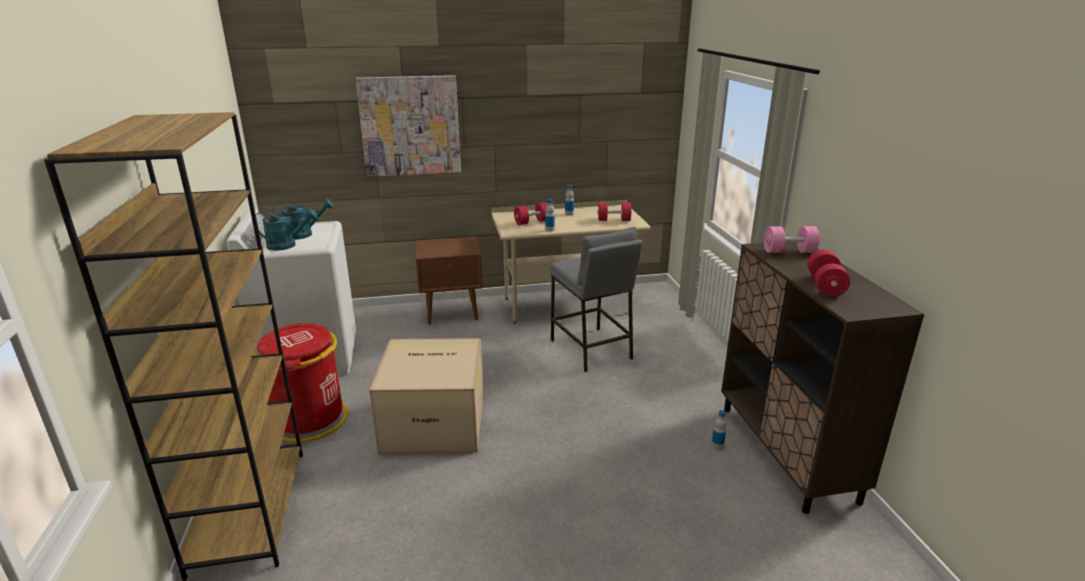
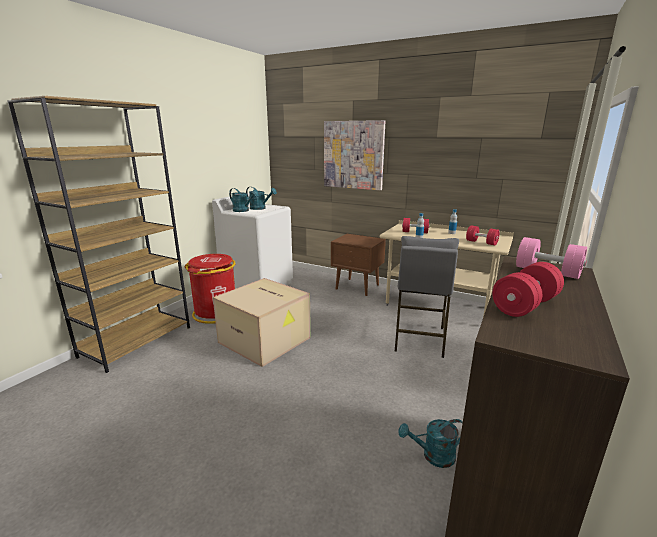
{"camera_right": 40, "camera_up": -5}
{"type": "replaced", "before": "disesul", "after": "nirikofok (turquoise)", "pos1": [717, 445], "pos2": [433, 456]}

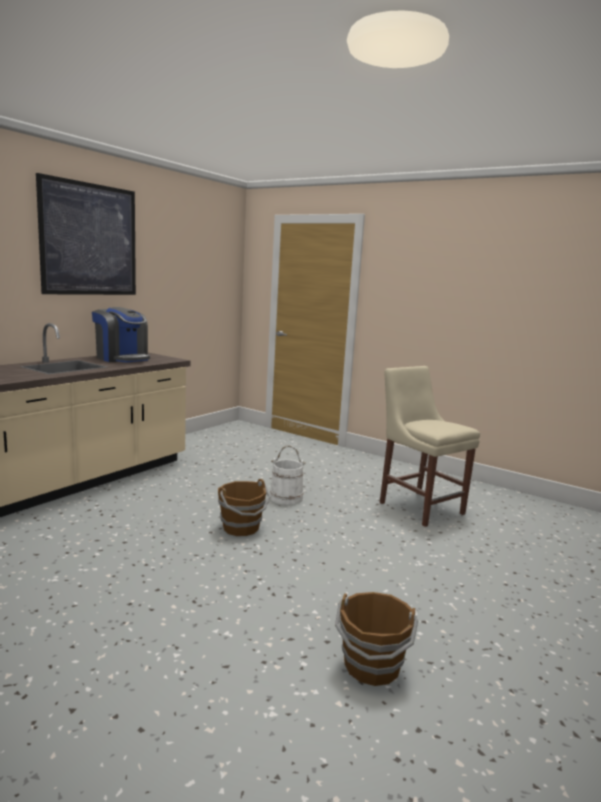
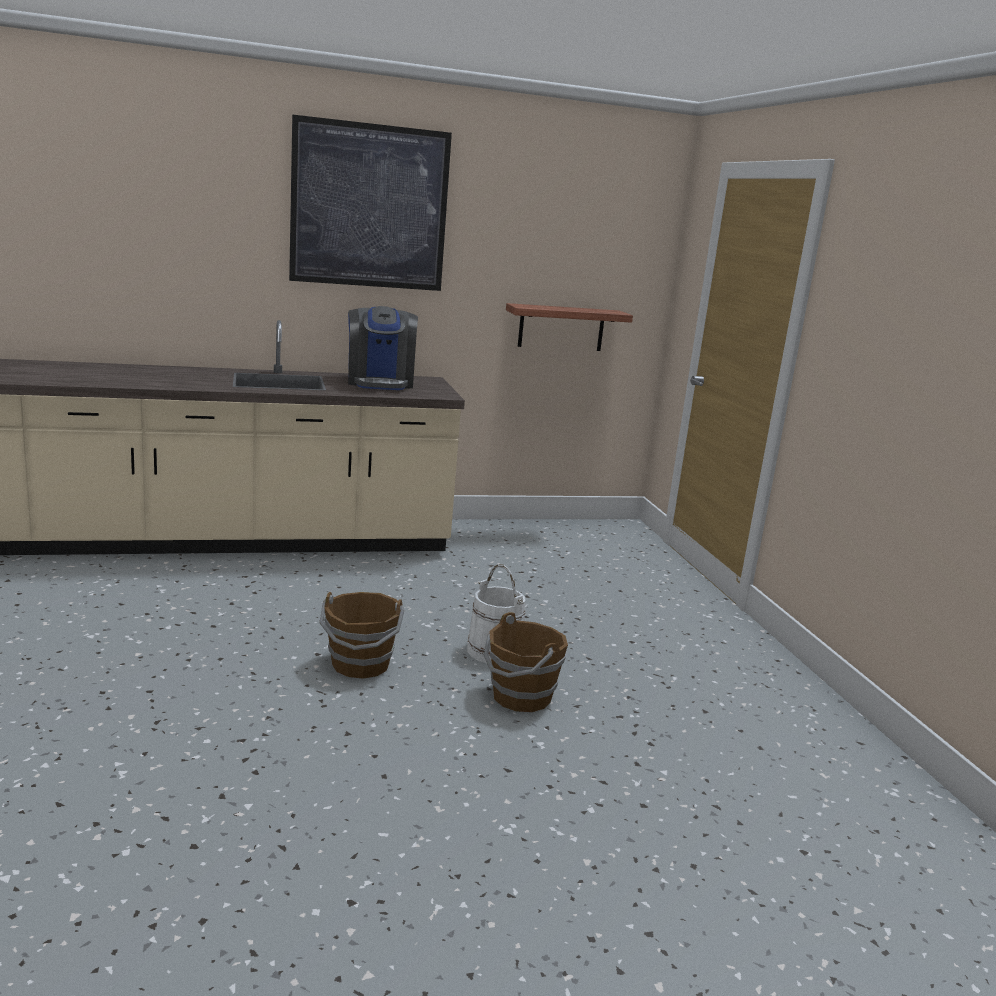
{"camera_right": 40, "camera_up": 5}
{"type": "removed", "before": "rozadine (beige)", "pos1": [418, 506]}
{"type": "moved", "before": "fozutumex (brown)", "pos1": [372, 667], "pos2": [520, 697]}
{"type": "added", "after": "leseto", "pos2": [561, 327]}

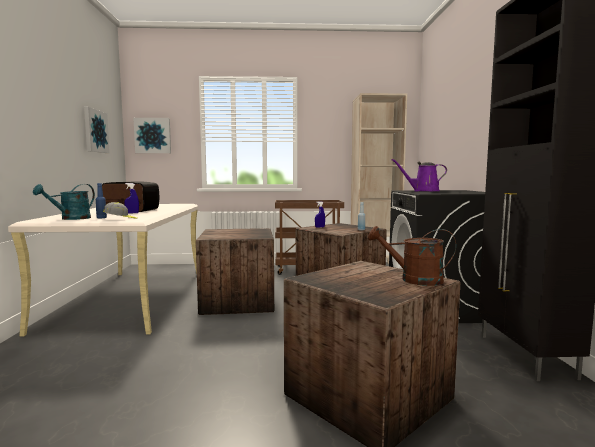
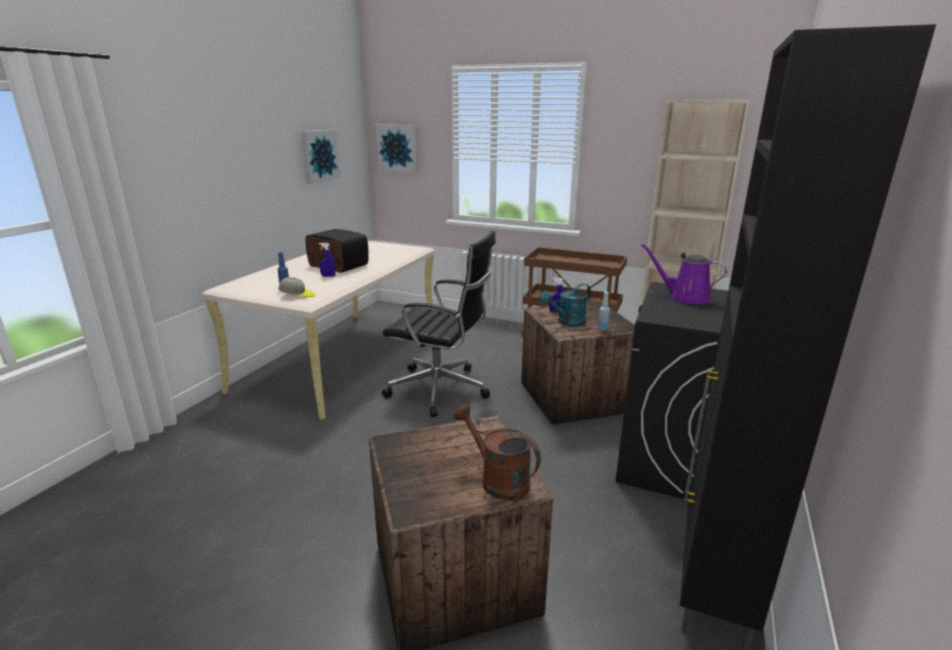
{"camera_right": 25, "camera_up": 15}
{"type": "moved", "before": "nirikofok (turquoise)", "pos1": [71, 219], "pos2": [567, 322]}
{"type": "replaced", "before": "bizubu", "after": "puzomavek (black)", "pos1": [239, 302], "pos2": [441, 390]}

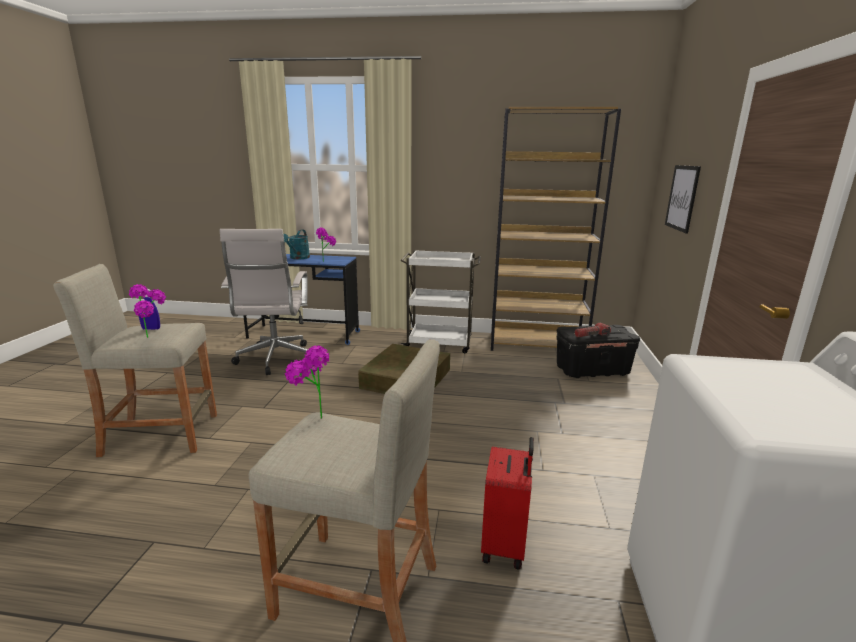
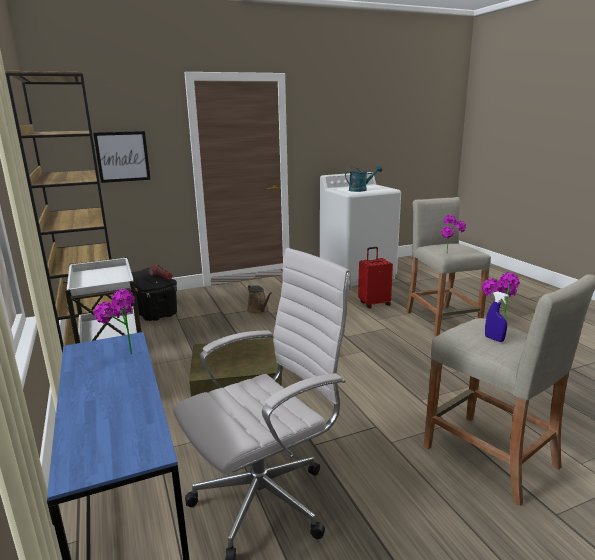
{"camera_right": -120, "camera_up": 0}
{"type": "moved", "before": "nirikofok (turquoise)", "pos1": [298, 258], "pos2": [361, 190]}
{"type": "added", "after": "nirikofok (brown)", "pos2": [259, 310]}

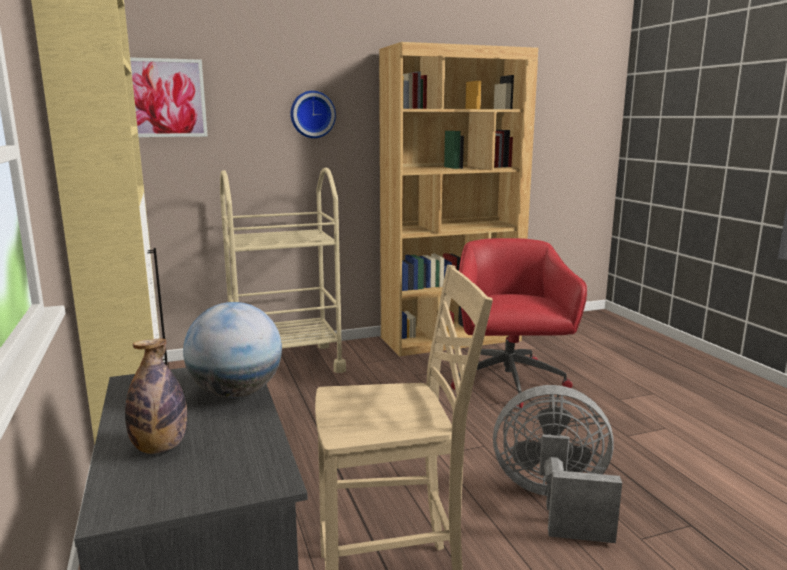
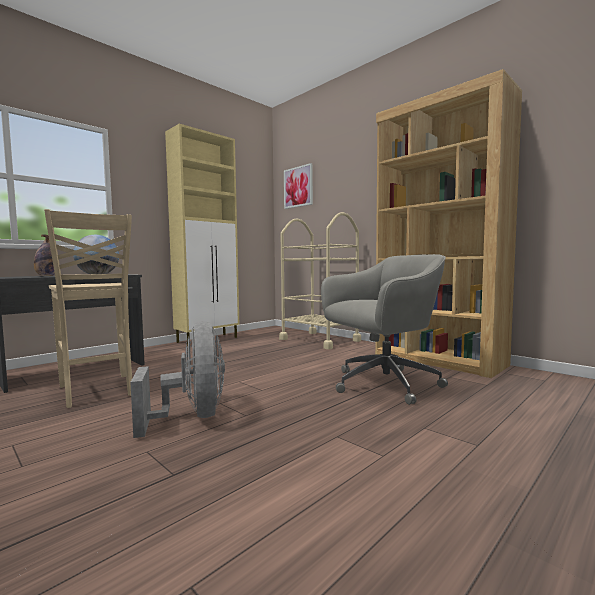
{"camera_right": 65, "camera_up": -10}
{"type": "removed", "before": "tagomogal", "pos1": [312, 114]}
{"type": "recoloured", "before": "puzomavek (red)", "after": "puzomavek (grey)", "pos1": [508, 383], "pos2": [382, 384]}

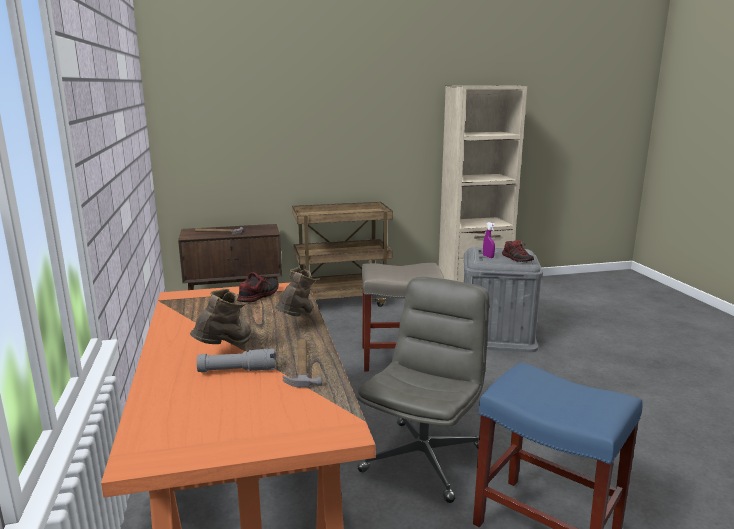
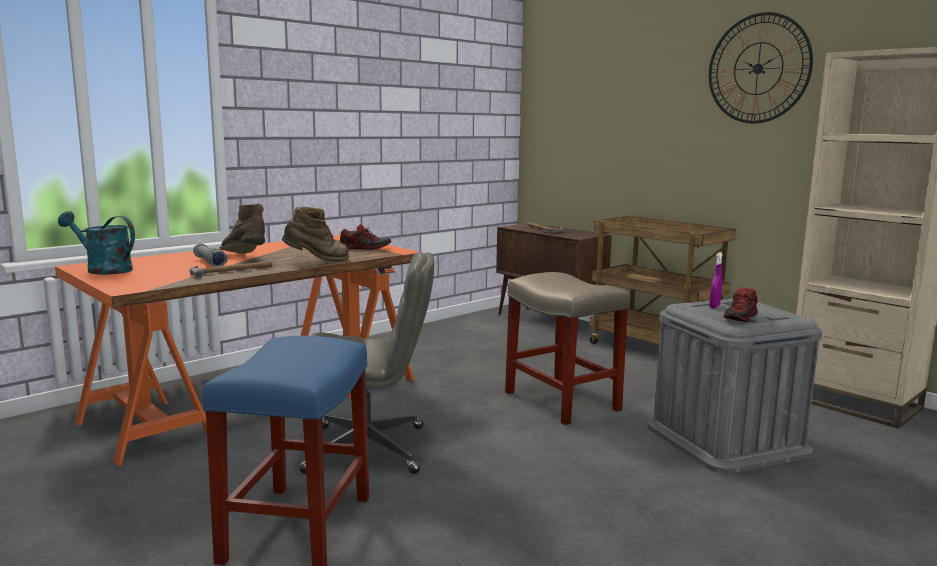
{"camera_right": 60, "camera_up": -5}
{"type": "turned", "before": "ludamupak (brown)", "pos1": [226, 349], "pos2": [245, 256], "turn": -135}
{"type": "added", "after": "tagomogal", "pos2": [758, 68]}
{"type": "added", "after": "nirikofok (turquoise)", "pos2": [103, 269]}

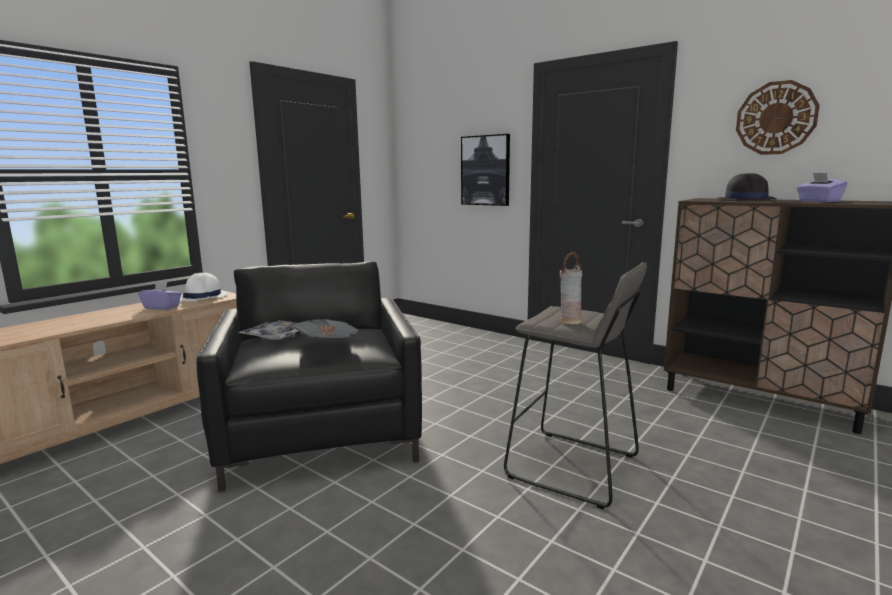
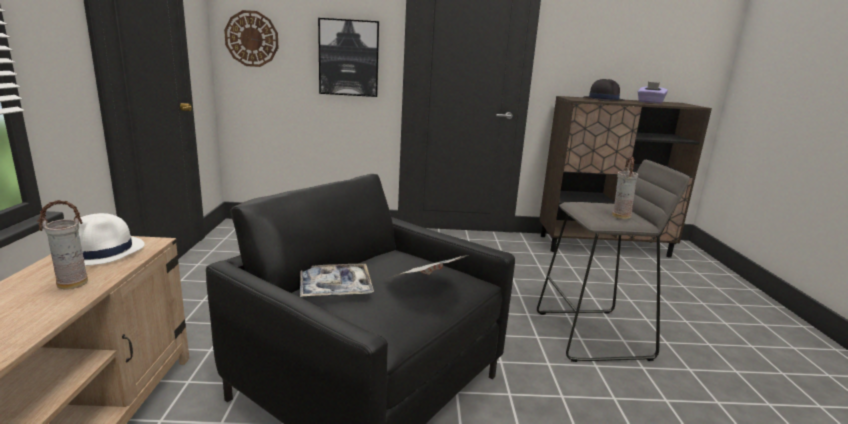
{"camera_right": -40, "camera_up": 5}
{"type": "moved", "before": "tagomogal", "pos1": [776, 118], "pos2": [252, 39]}
{"type": "replaced", "before": "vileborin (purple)", "after": "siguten", "pos1": [162, 307], "pos2": [72, 284]}

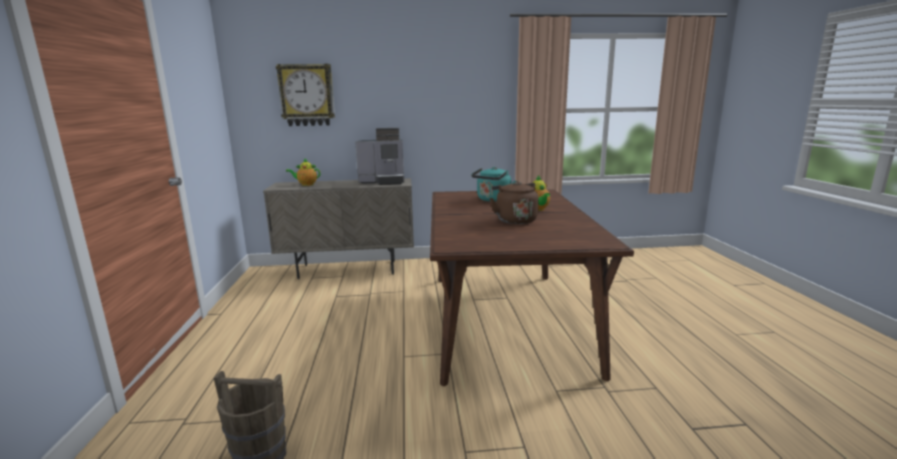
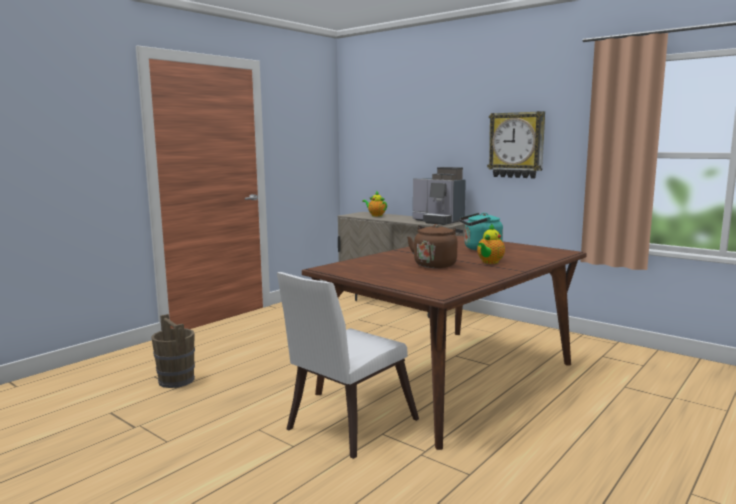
{"camera_right": 45, "camera_up": -5}
{"type": "moved", "before": "tagomogal", "pos1": [307, 95], "pos2": [516, 145]}
{"type": "added", "after": "rozadine (white)", "pos2": [346, 427]}

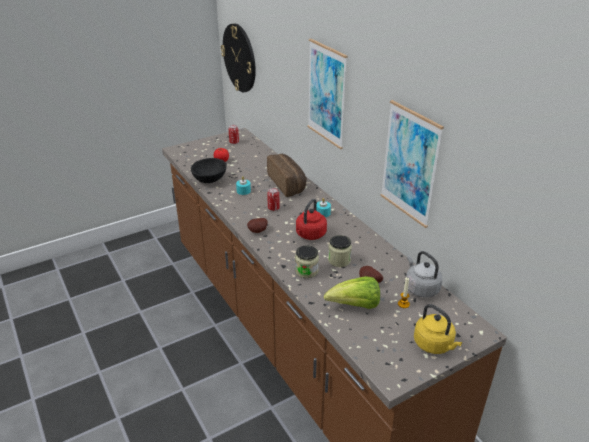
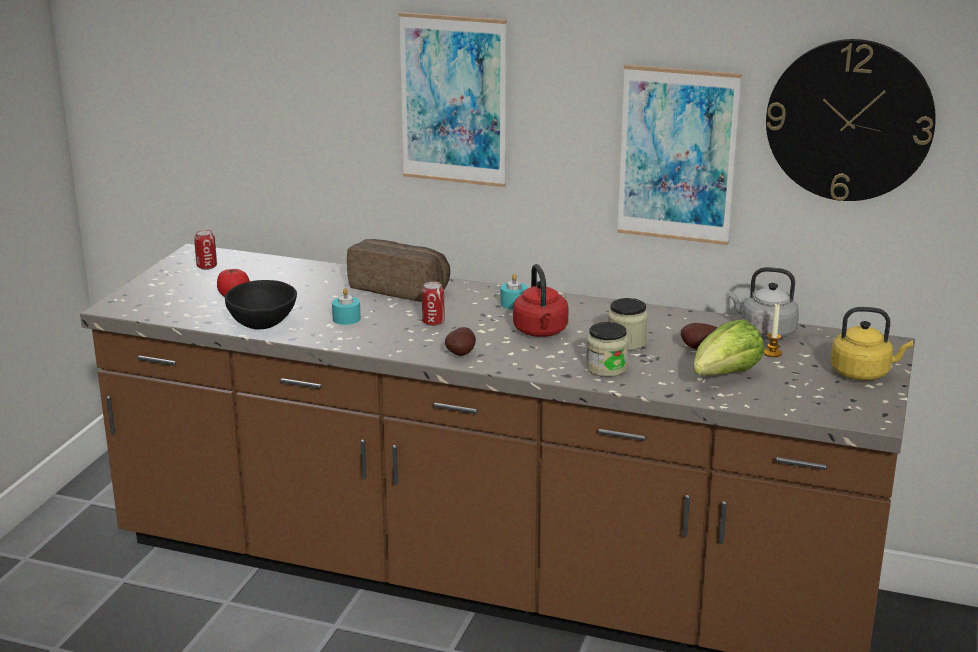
{"camera_right": -40, "camera_up": -10}
{"type": "moved", "before": "tagomogal", "pos1": [239, 58], "pos2": [849, 120]}

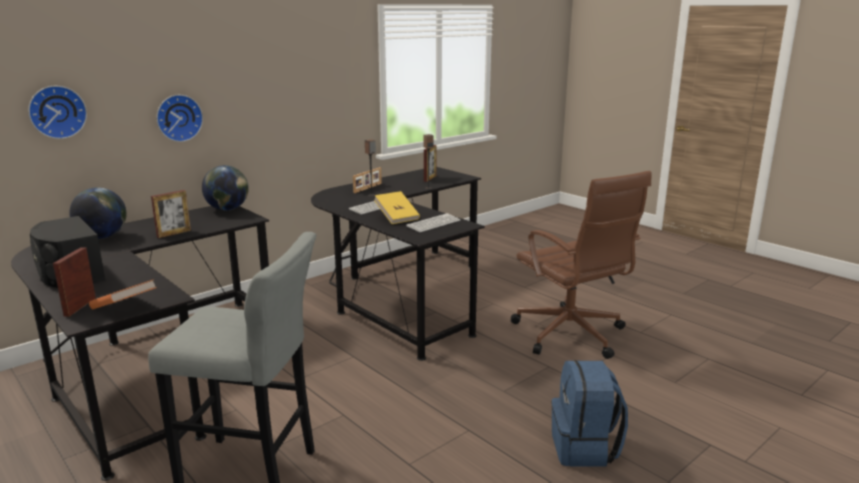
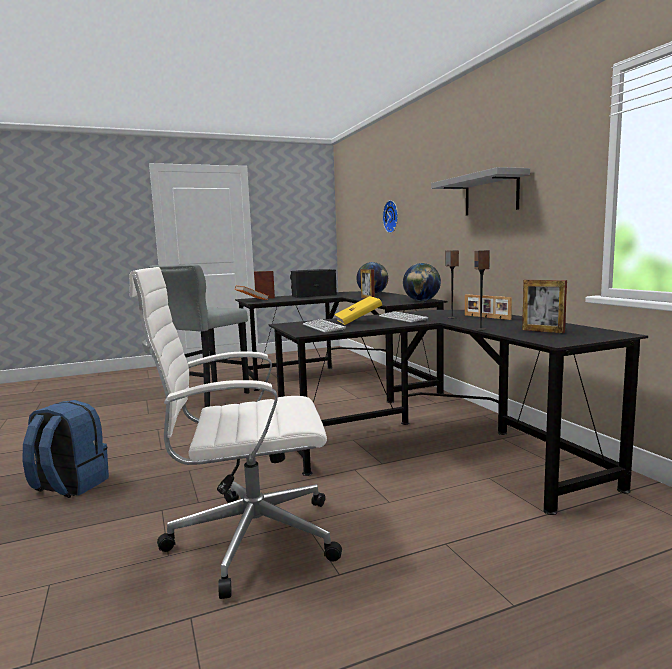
{"camera_right": 110, "camera_up": -10}
{"type": "removed", "before": "tagomogal", "pos1": [178, 117]}
{"type": "recoloured", "before": "puzomavek (brown)", "after": "puzomavek (white)", "pos1": [571, 335], "pos2": [248, 538]}
{"type": "added", "after": "leseto (grey)", "pos2": [491, 194]}

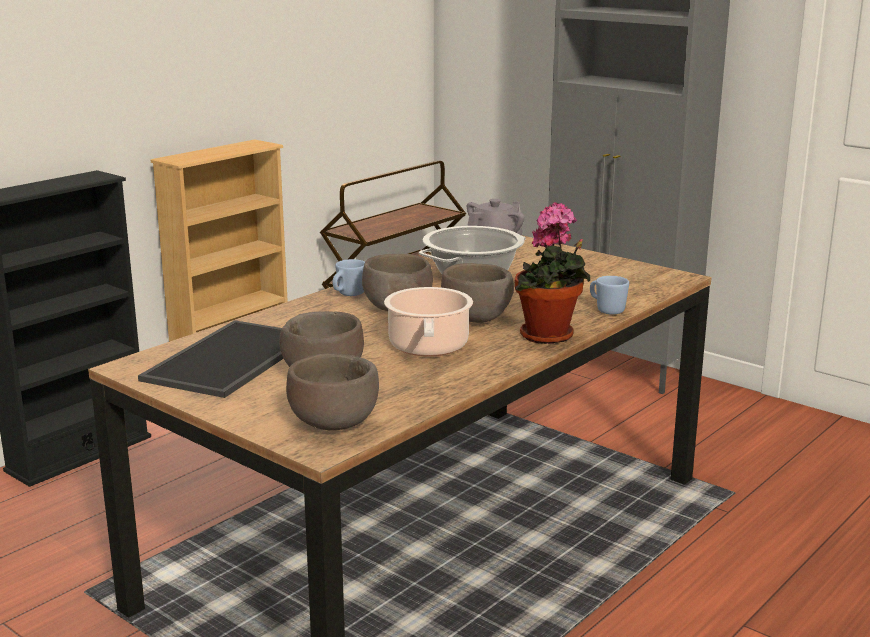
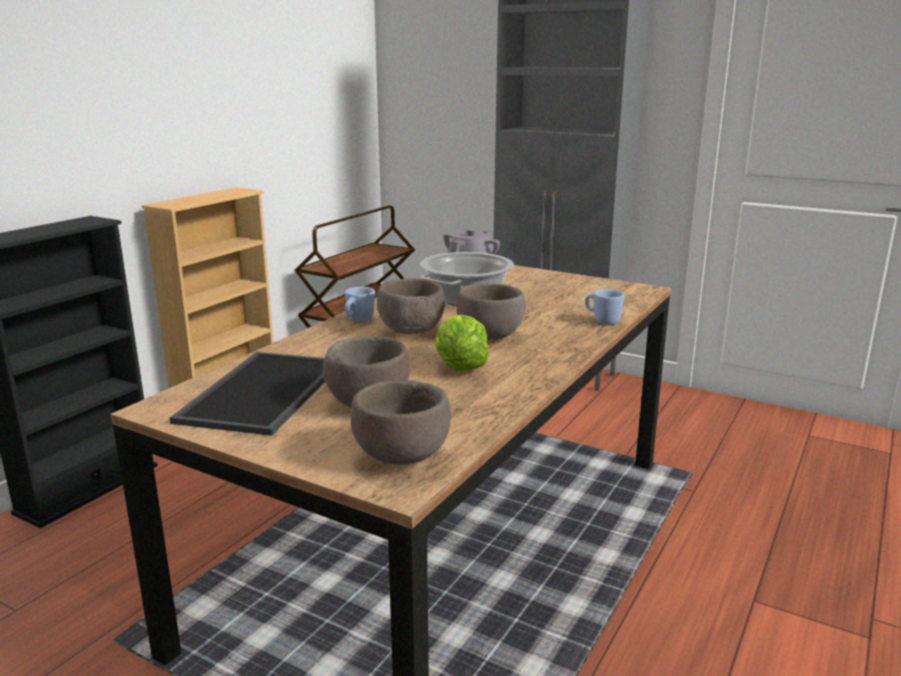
{"camera_right": -10, "camera_up": 0}
{"type": "removed", "before": "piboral", "pos1": [549, 337]}
{"type": "replaced", "before": "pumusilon", "after": "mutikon", "pos1": [428, 348], "pos2": [459, 367]}

